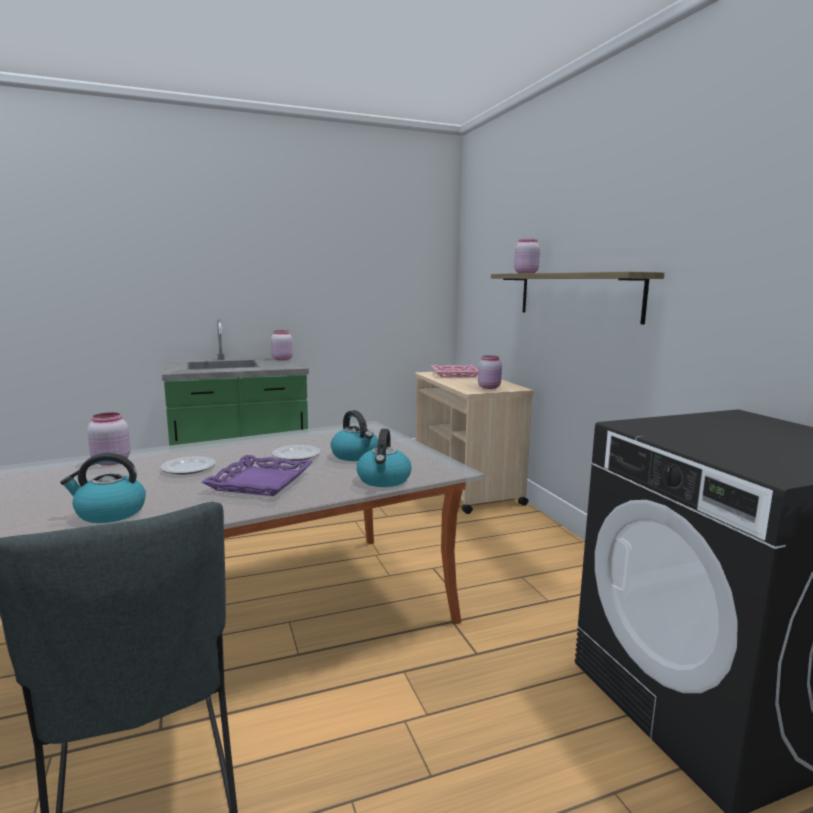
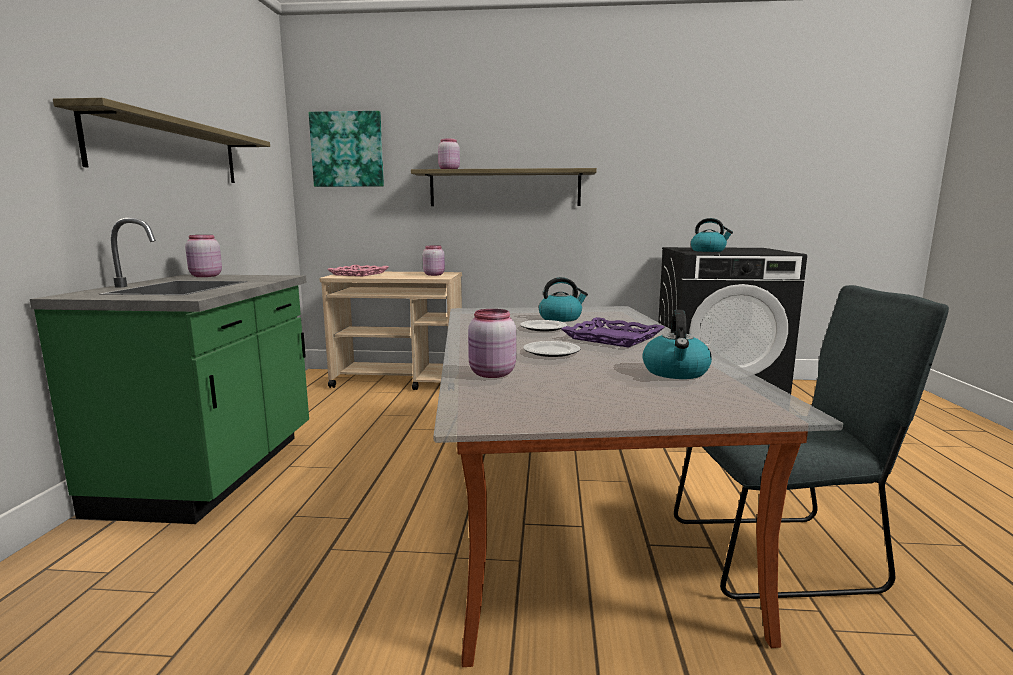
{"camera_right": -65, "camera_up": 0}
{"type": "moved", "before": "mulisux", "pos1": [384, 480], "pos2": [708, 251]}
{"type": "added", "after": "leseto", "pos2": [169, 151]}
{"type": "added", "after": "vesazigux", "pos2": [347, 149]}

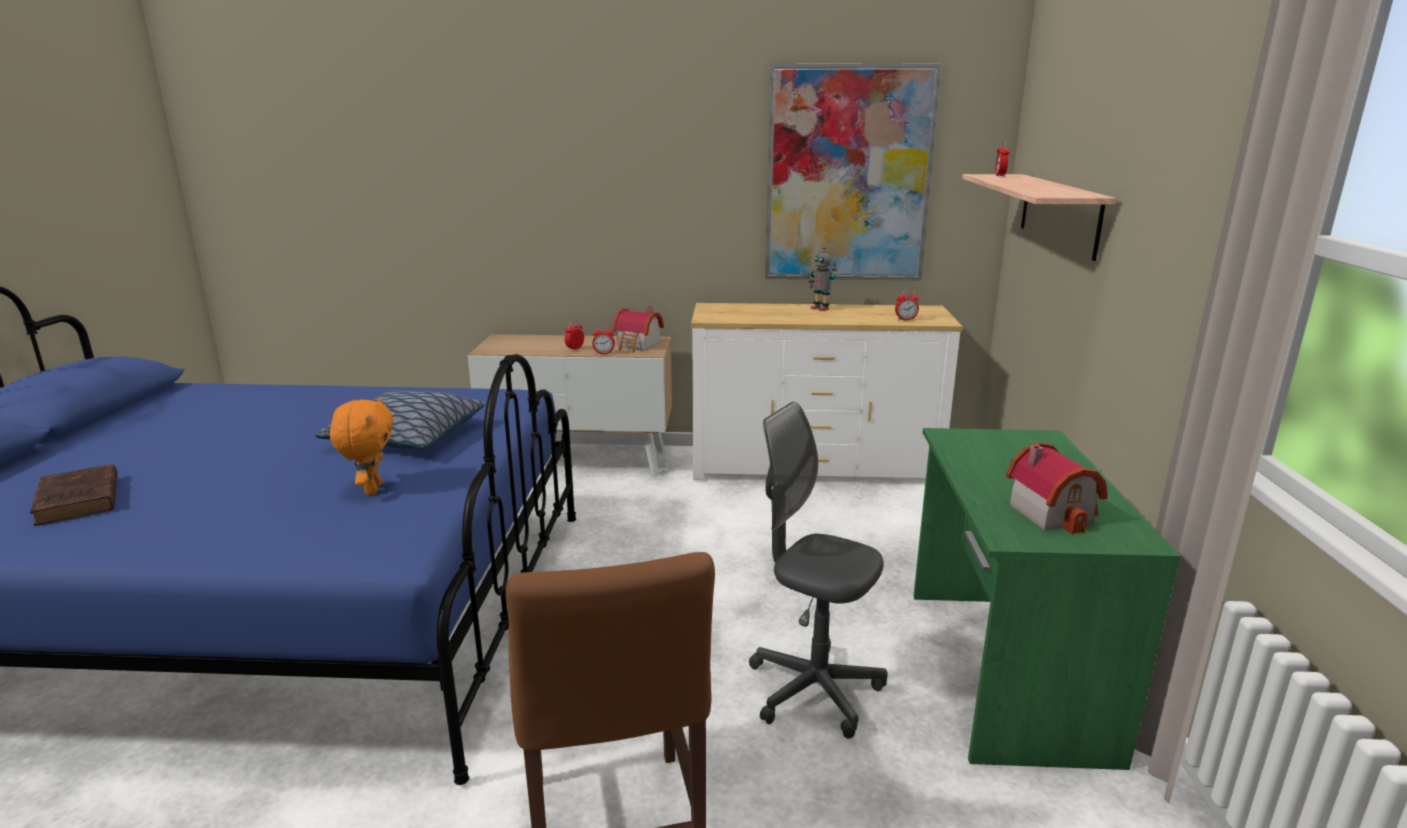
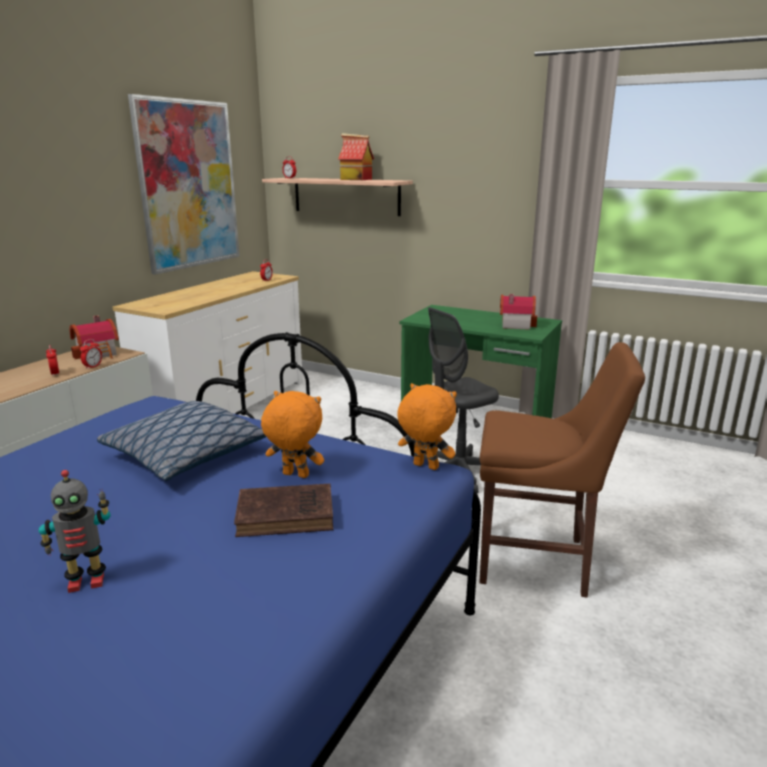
{"camera_right": -65, "camera_up": 0}
{"type": "moved", "before": "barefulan", "pos1": [820, 308], "pos2": [86, 581]}
{"type": "moved", "before": "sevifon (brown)", "pos1": [78, 501], "pos2": [288, 515]}
{"type": "added", "after": "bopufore", "pos2": [355, 179]}
{"type": "added", "after": "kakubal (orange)", "pos2": [424, 467]}

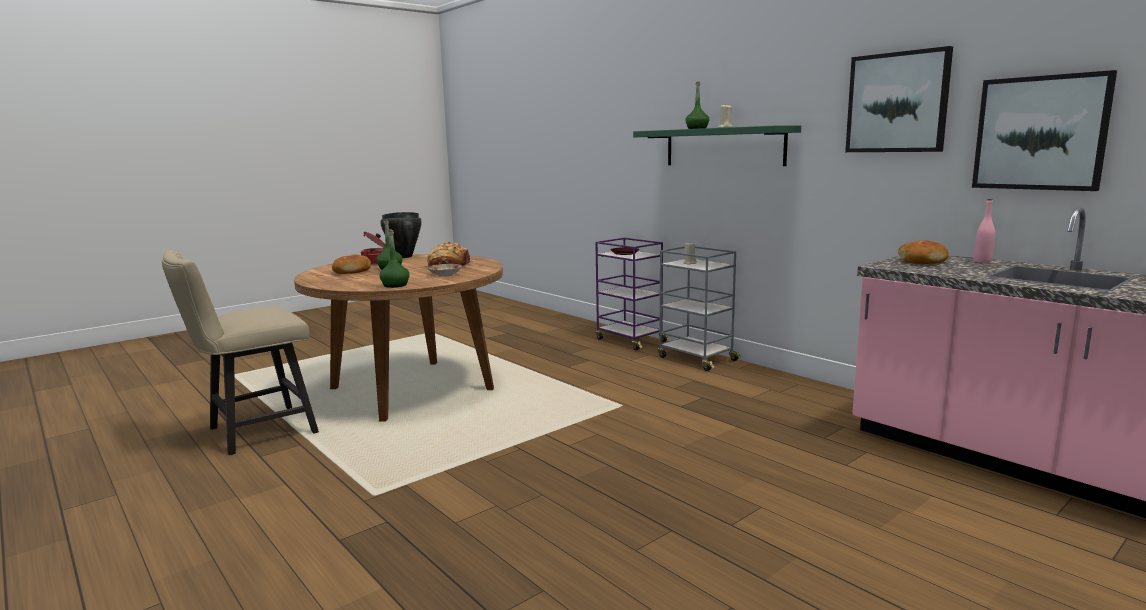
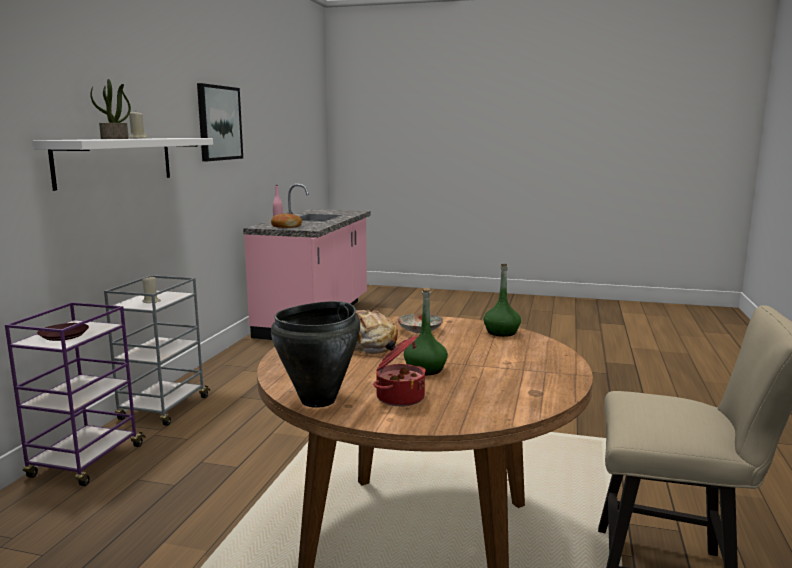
{"camera_right": -125, "camera_up": 0}
{"type": "removed", "before": "vesazigux", "pos1": [1040, 133]}
{"type": "replaced", "before": "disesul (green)", "after": "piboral", "pos1": [697, 128], "pos2": [115, 138]}
{"type": "recoloured", "before": "leseto (green)", "after": "leseto (white)", "pos1": [723, 147], "pos2": [115, 161]}
{"type": "removed", "before": "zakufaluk", "pos1": [352, 271]}

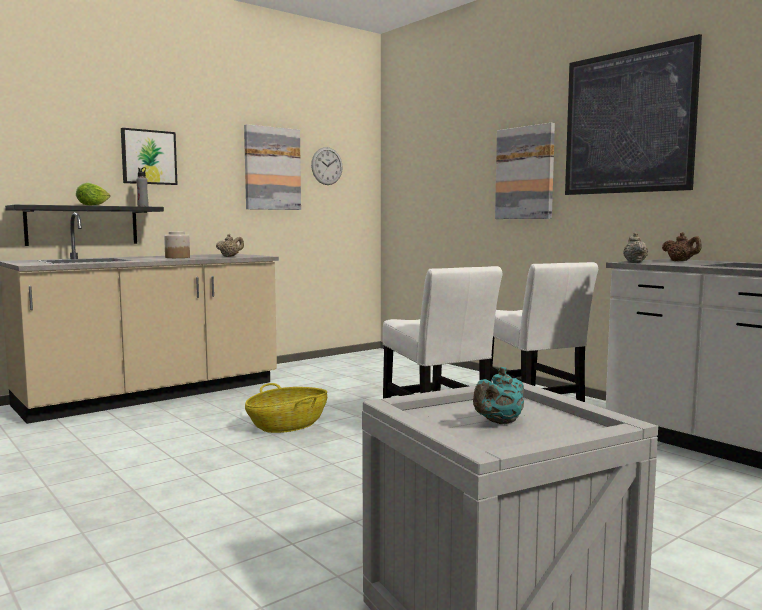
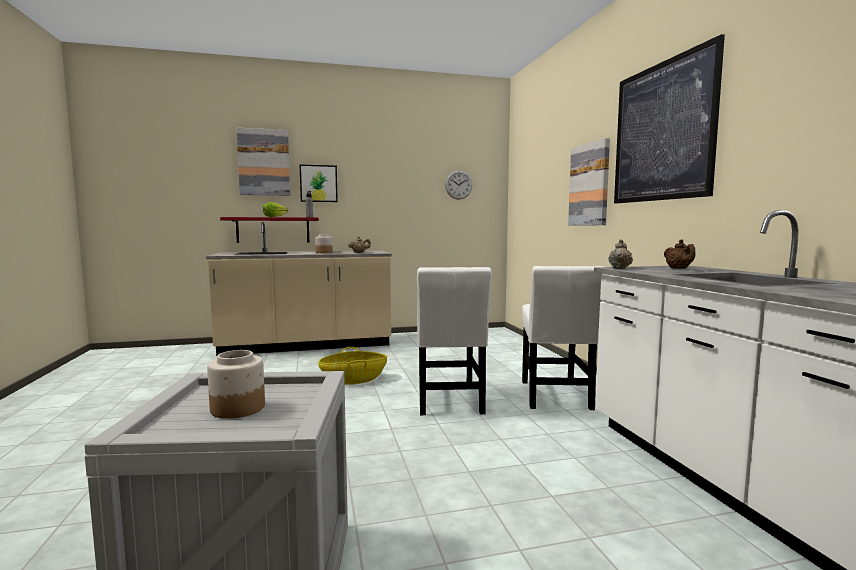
{"camera_right": 25, "camera_up": 0}
{"type": "moved", "before": "vesazigux", "pos1": [272, 168], "pos2": [264, 162]}
{"type": "recoloured", "before": "leseto (black)", "after": "leseto (red)", "pos1": [82, 225], "pos2": [273, 230]}
{"type": "replaced", "before": "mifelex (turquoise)", "after": "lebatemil", "pos1": [499, 422], "pos2": [237, 408]}

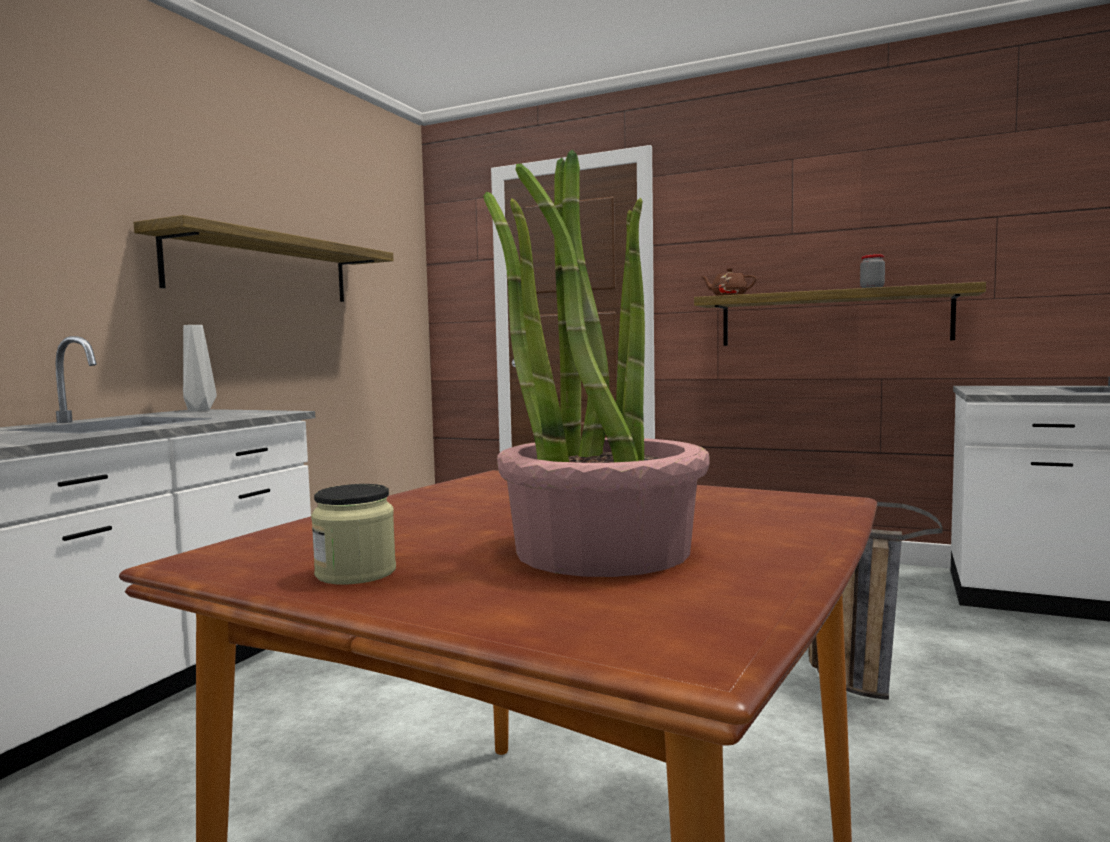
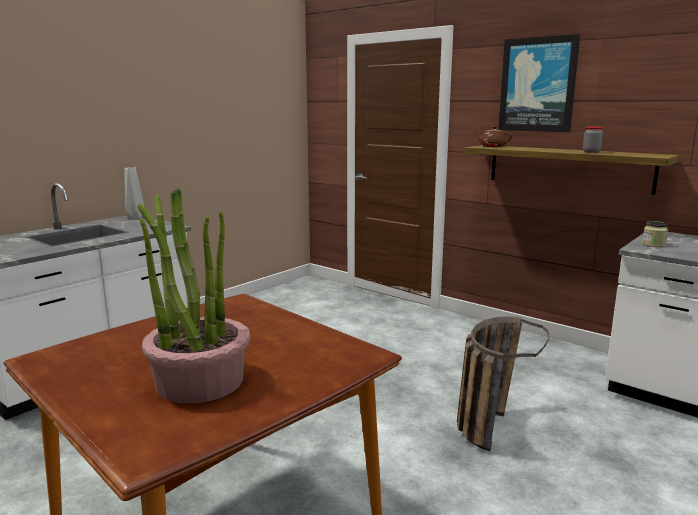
{"camera_right": 15, "camera_up": 10}
{"type": "removed", "before": "leseto", "pos1": [262, 269]}
{"type": "moved", "before": "lebatemil", "pos1": [356, 573], "pos2": [653, 244]}
{"type": "added", "after": "vesazigux", "pos2": [537, 85]}

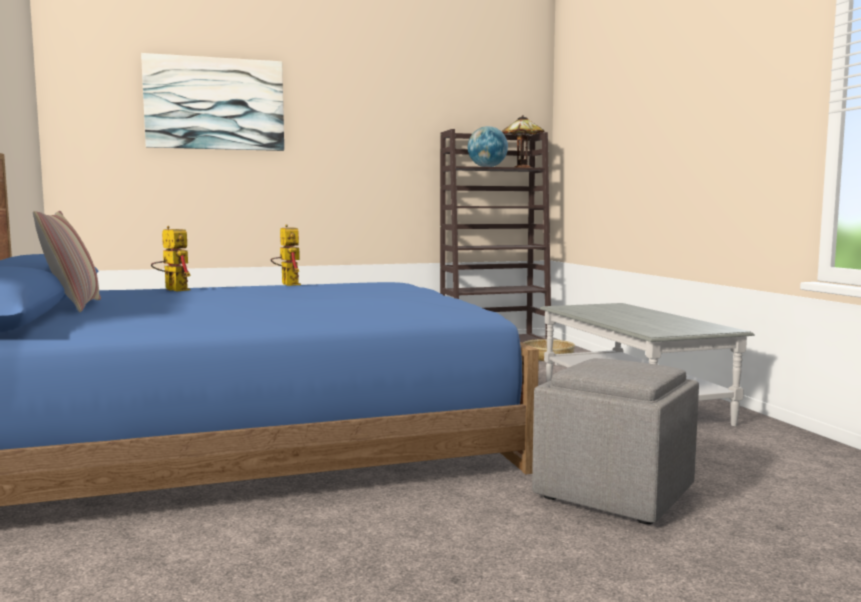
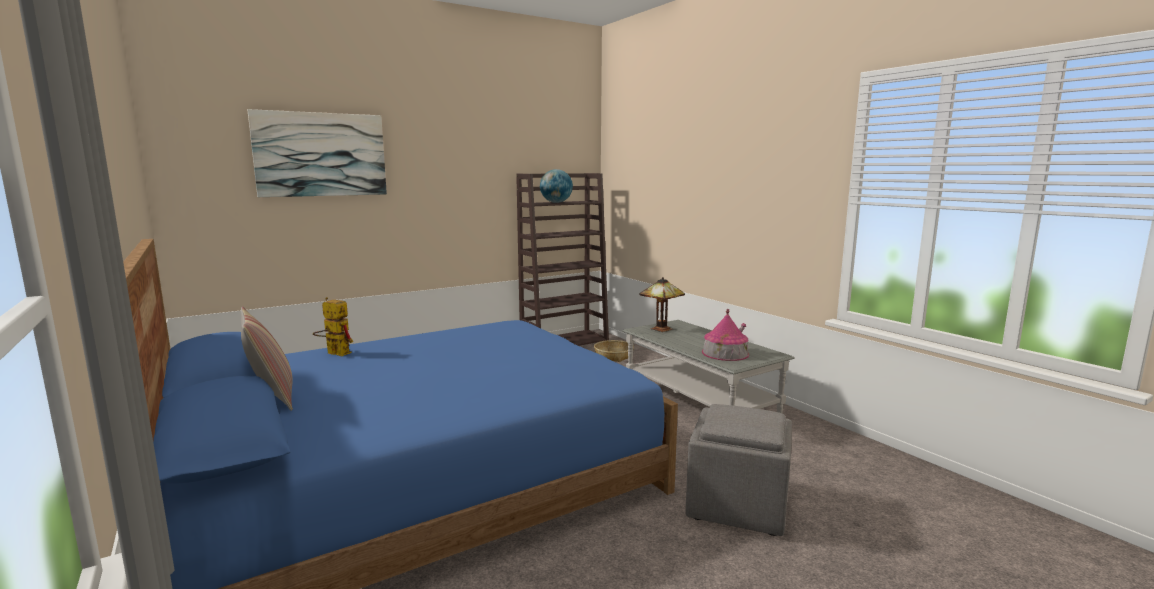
{"camera_right": -15, "camera_up": 5}
{"type": "moved", "before": "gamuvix", "pos1": [521, 168], "pos2": [661, 329]}
{"type": "removed", "before": "barefulan", "pos1": [287, 284]}
{"type": "added", "after": "bopufore", "pos2": [725, 353]}

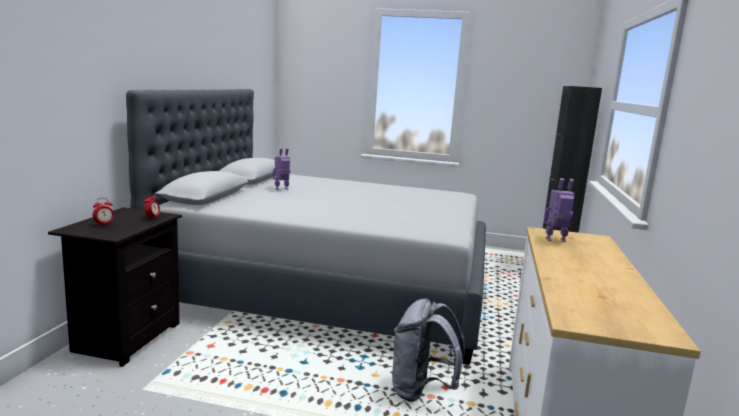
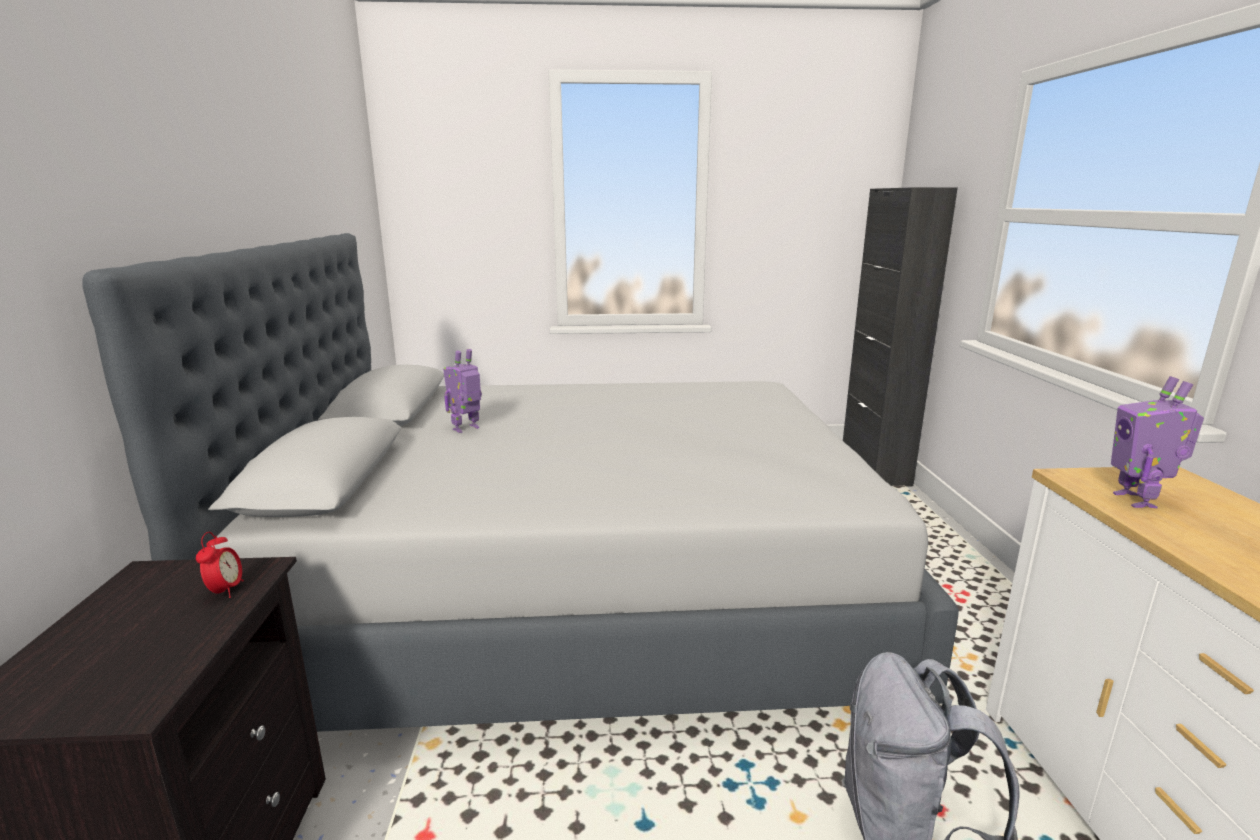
{"camera_right": -15, "camera_up": 5}
{"type": "turned", "before": "barefulan", "pos1": [556, 240], "pos2": [1137, 500], "turn": -75}
{"type": "removed", "before": "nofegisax", "pos1": [104, 225]}

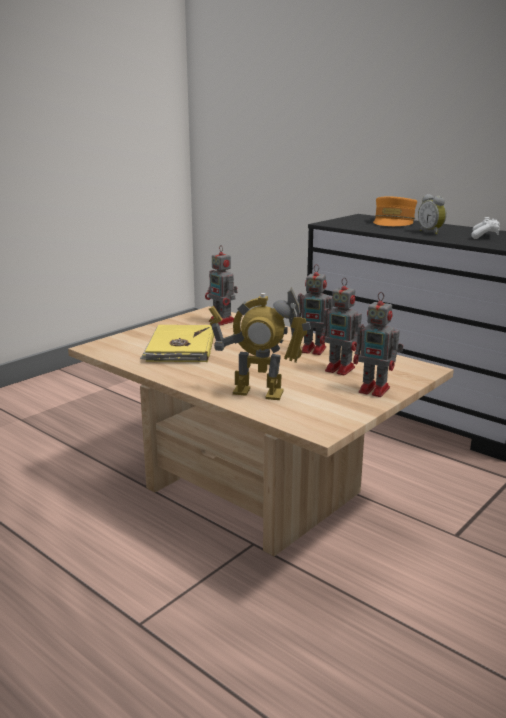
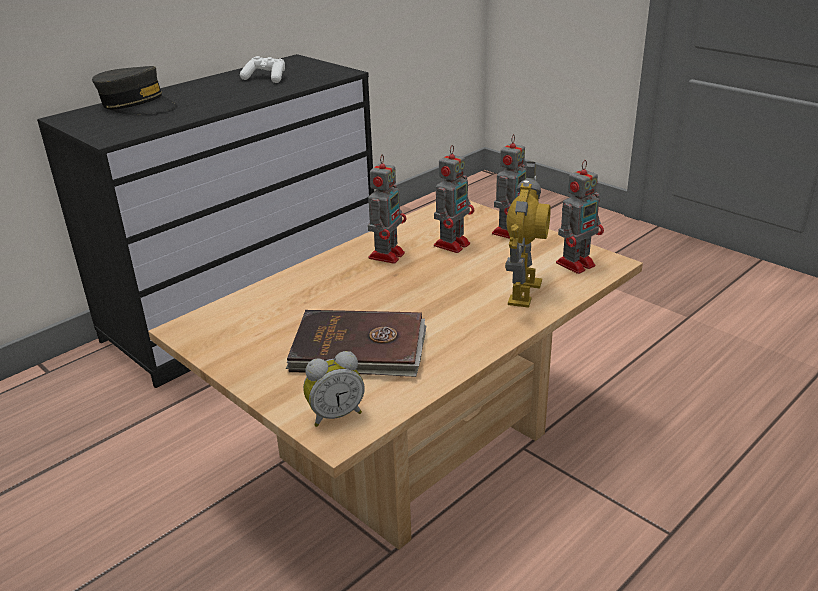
{"camera_right": -85, "camera_up": 10}
{"type": "moved", "before": "nofegisax", "pos1": [431, 232], "pos2": [335, 414]}
{"type": "recoloured", "before": "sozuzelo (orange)", "after": "sozuzelo (grey)", "pos1": [394, 222], "pos2": [137, 105]}
{"type": "moved", "before": "barefulan", "pos1": [223, 321], "pos2": [576, 263]}
{"type": "recoloured", "before": "sevifon (yellow)", "after": "sevifon (brown)", "pos1": [180, 348], "pos2": [359, 349]}

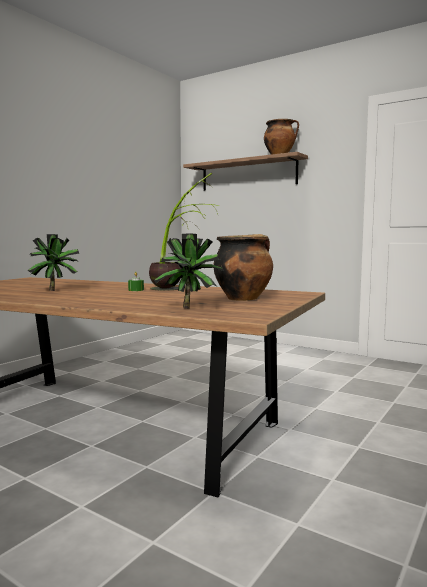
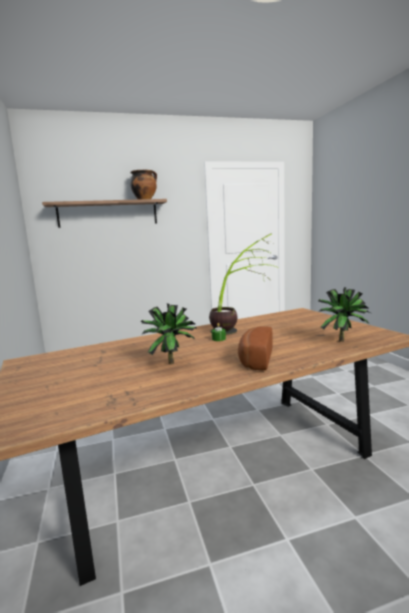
{"camera_right": -50, "camera_up": 5}
{"type": "removed", "before": "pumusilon", "pos1": [243, 298]}
{"type": "added", "after": "zakufaluk", "pos2": [254, 359]}

